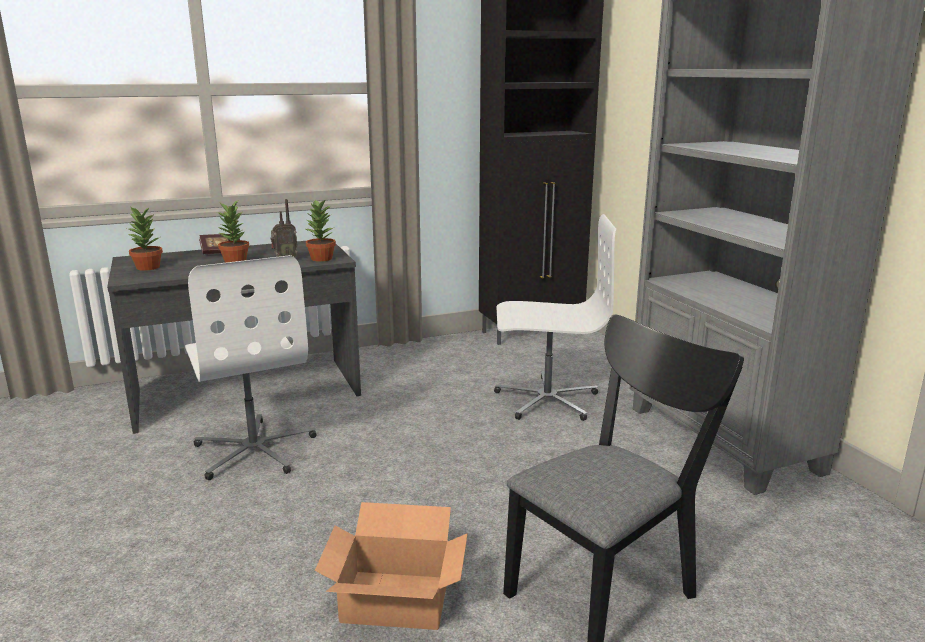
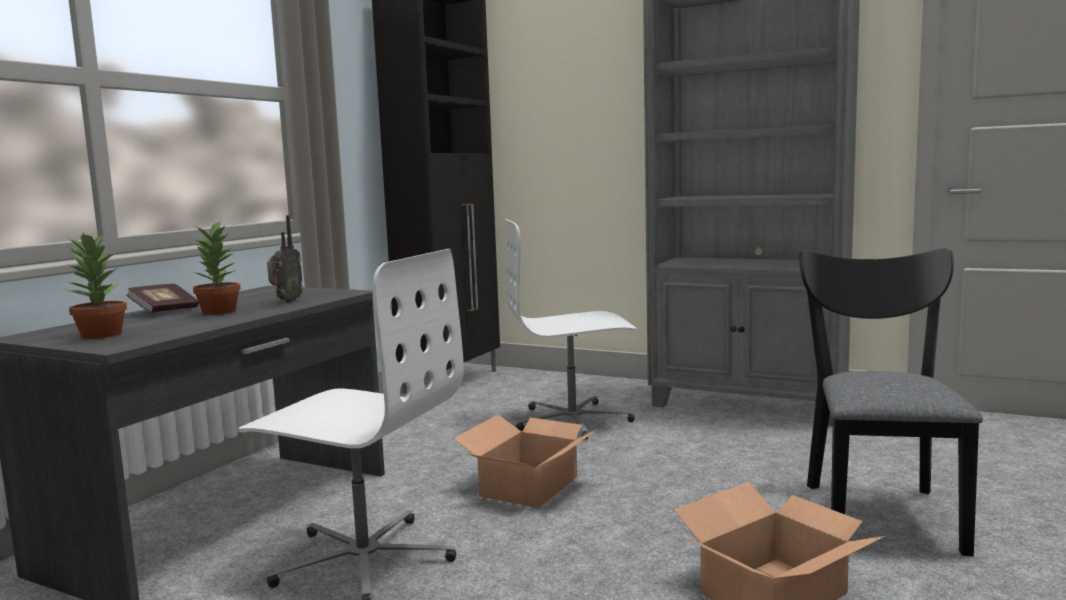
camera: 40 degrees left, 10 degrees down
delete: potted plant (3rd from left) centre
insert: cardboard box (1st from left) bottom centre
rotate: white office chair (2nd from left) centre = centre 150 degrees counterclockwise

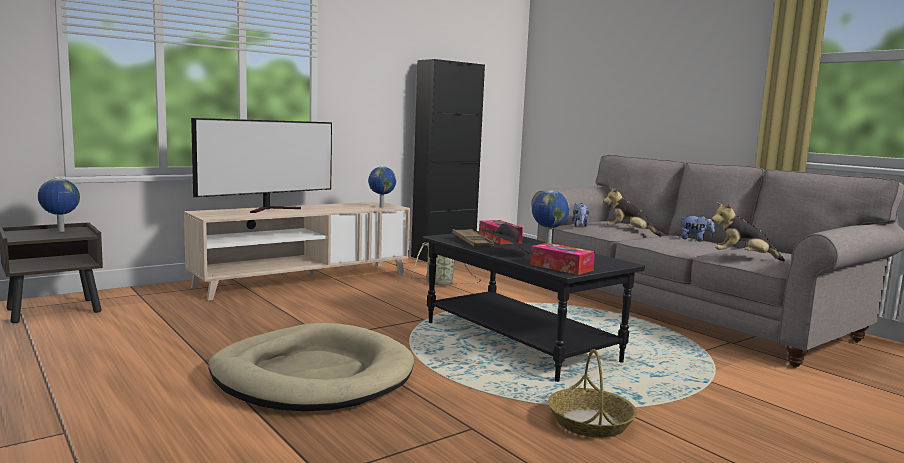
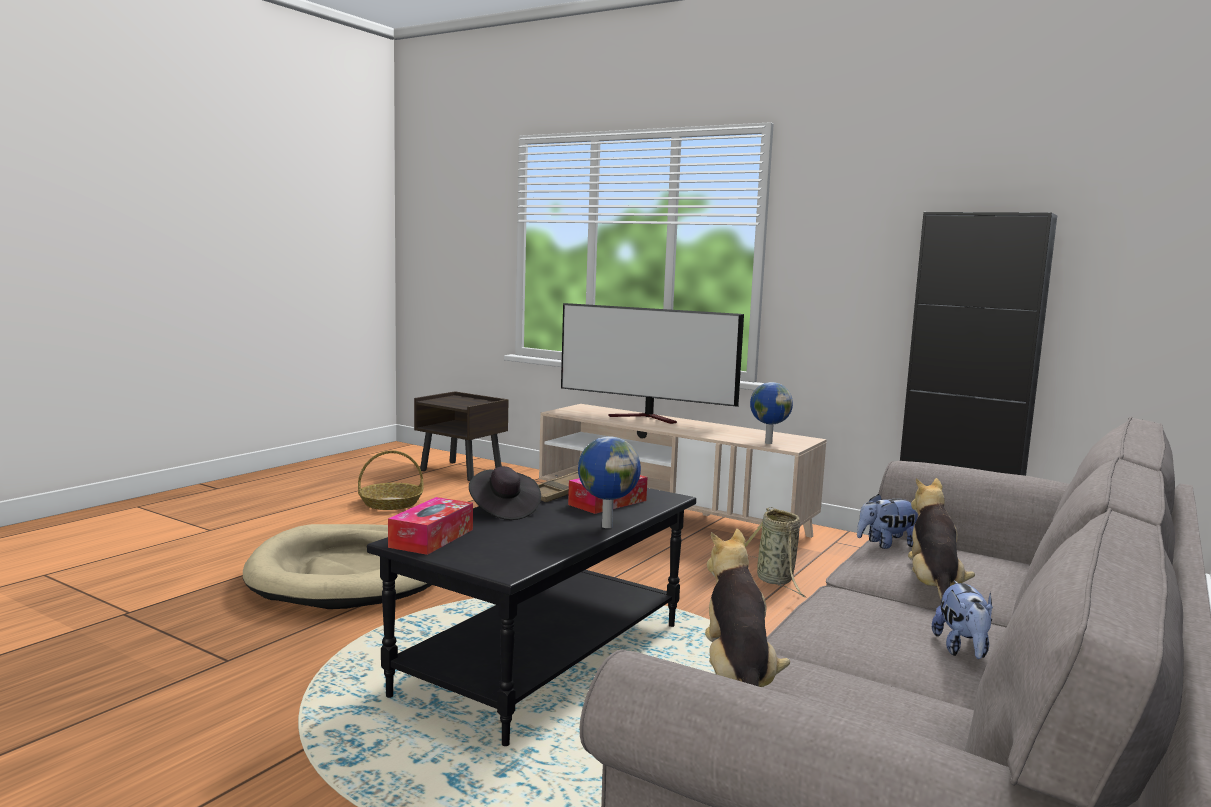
camera: 70 degrees right, 0 degrees up
delete: globe (1st from left) middle left
move: basket (2nd from left in the first image) bottom centre to basket (1st from left) middle left

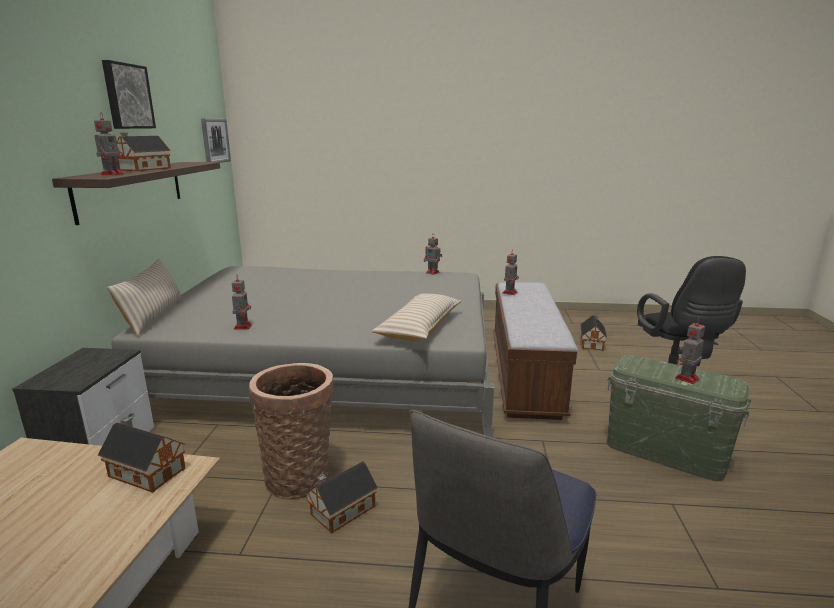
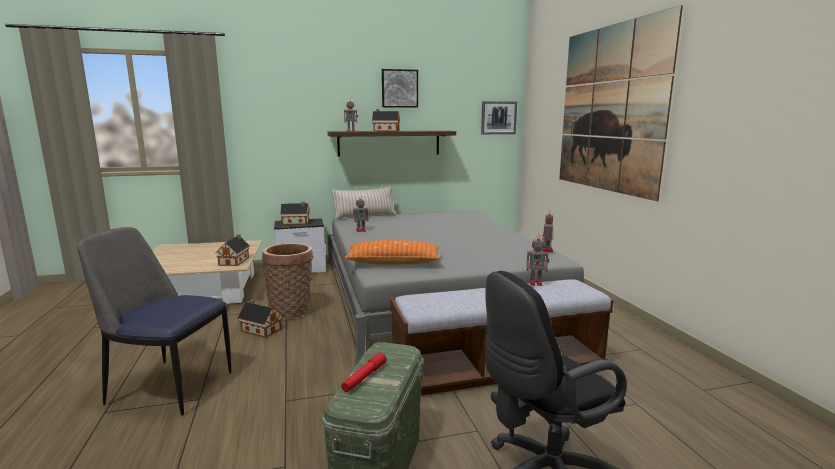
camera: 70 degrees right, 5 degrees down
insert: picture (3rd from left) top right
move: toy house (4th from left in the first image) middle right to toy house (3rd from left) centre
replace: toy robot (5th from left) middle right to red flashlight bottom centre
recolor: beige pillow (2nd from left) centre to orange pillow centre

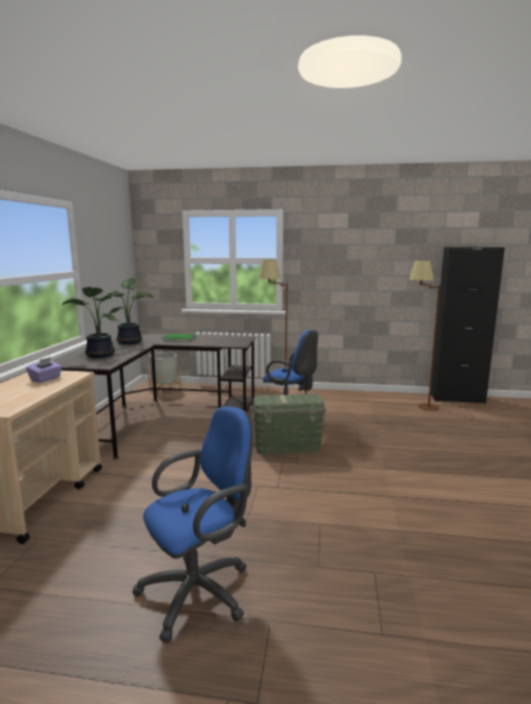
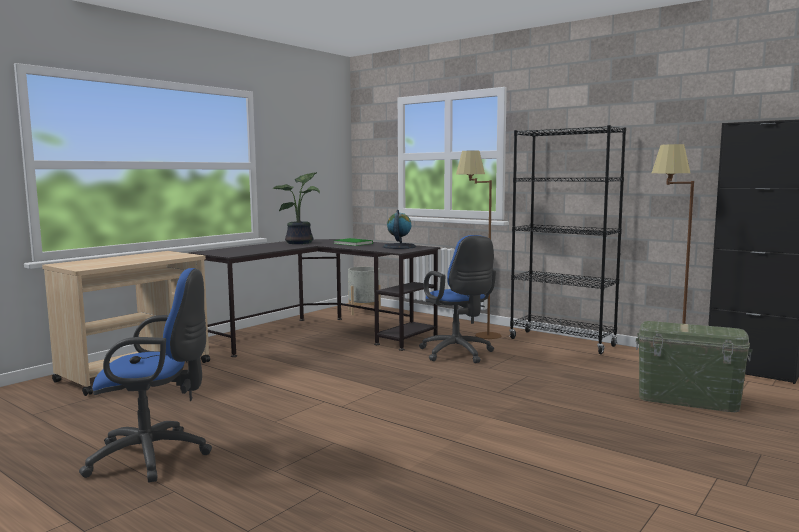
camera: 30 degrees right, 5 degrees down
delete: purple tissue box middle left; potted plant (1st from left) middle left
insert: globe centre; black bookcase middle right
move: green storage box centre to bottom right

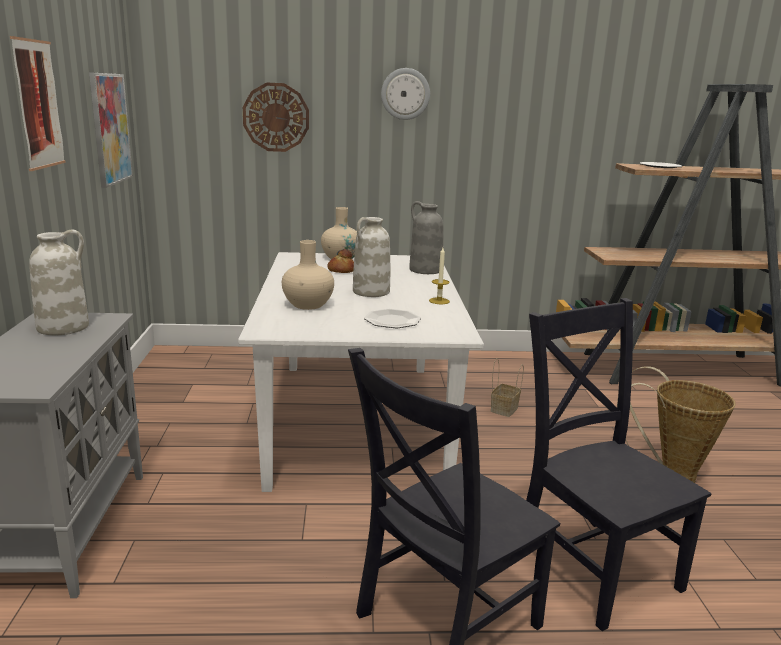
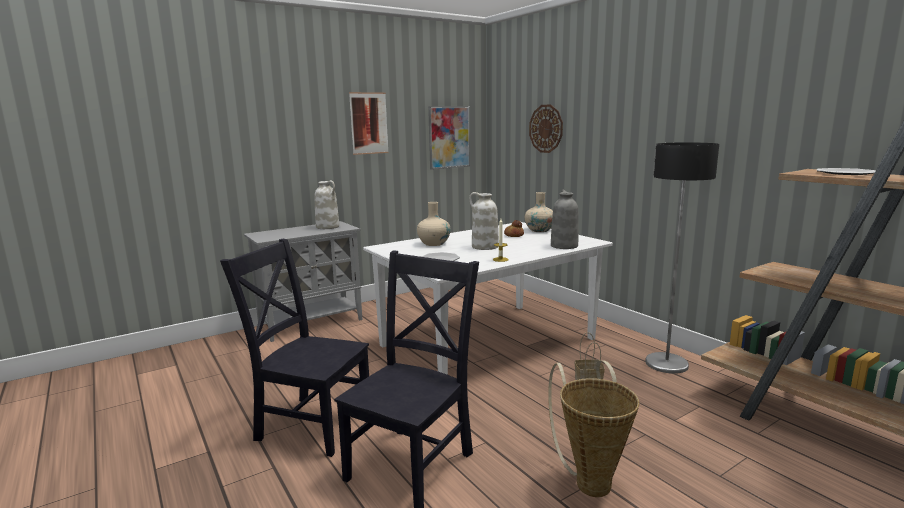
camera: 60 degrees right, 5 degrees down
delete: wall clock (2nd from left) top centre
insert: floor lamp middle right

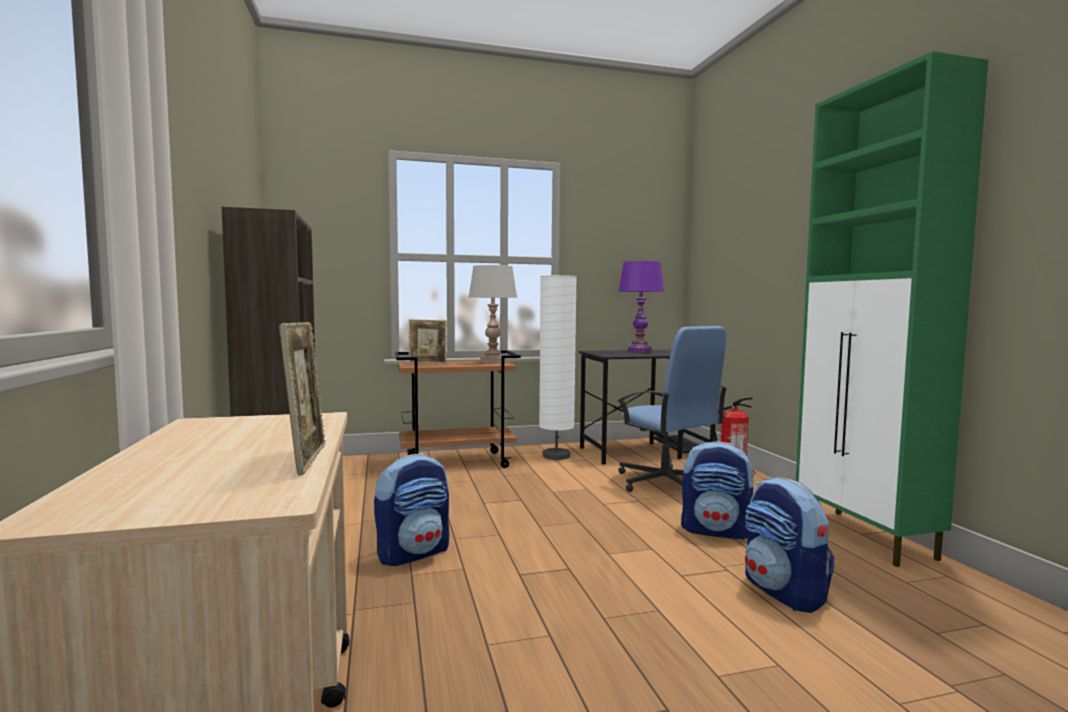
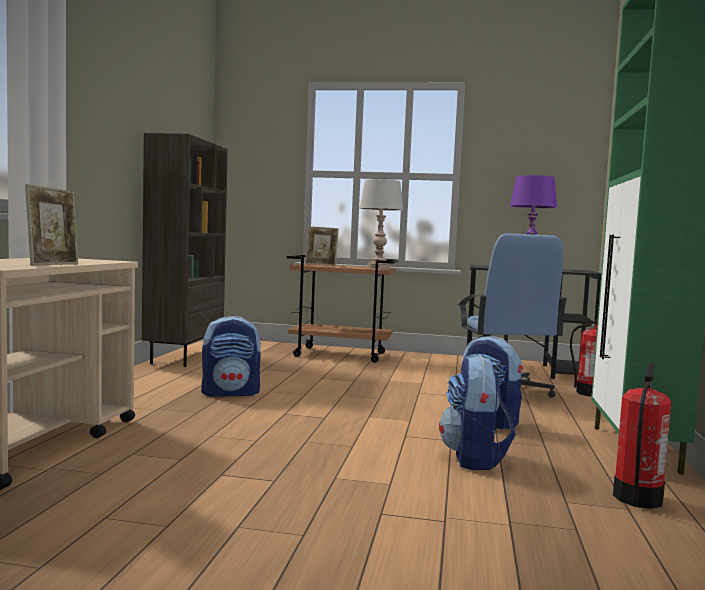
camera: 25 degrees right, 0 degrees up
delete: white floor lamp centre
insert: fire extinguisher (2nd from left) bottom right

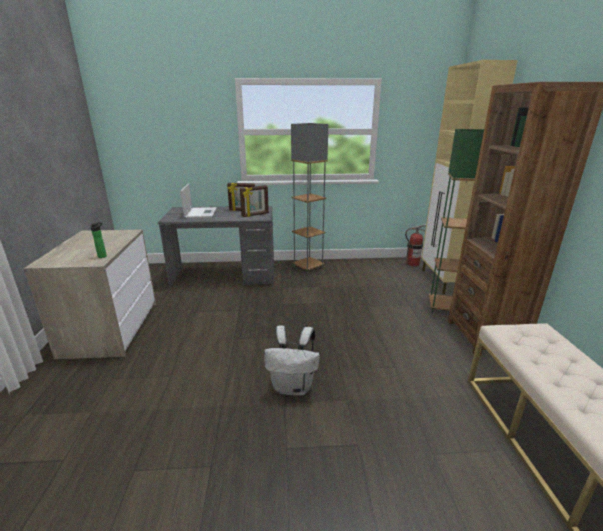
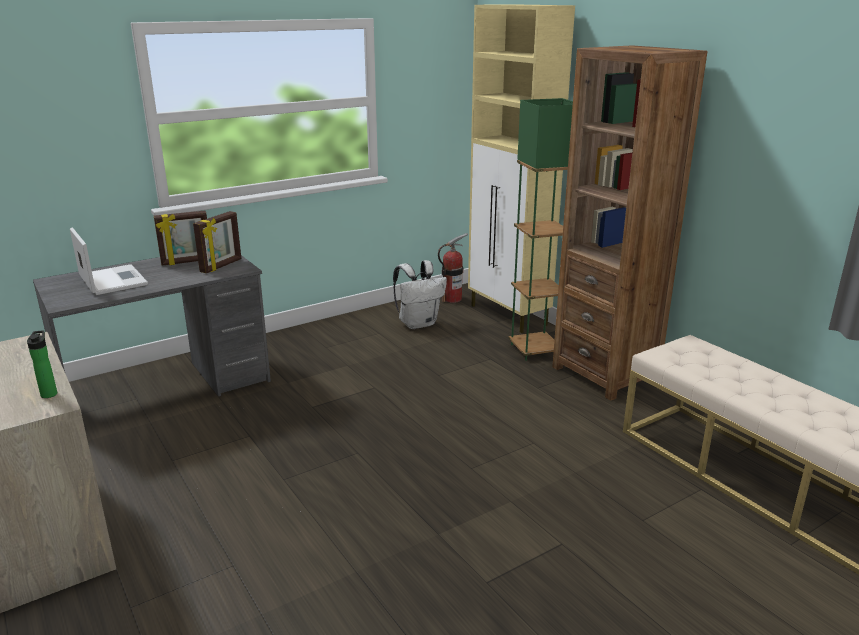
camera: 30 degrees left, 0 degrees up
delete: grey floor lamp centre
move: white backpack bottom centre to centre

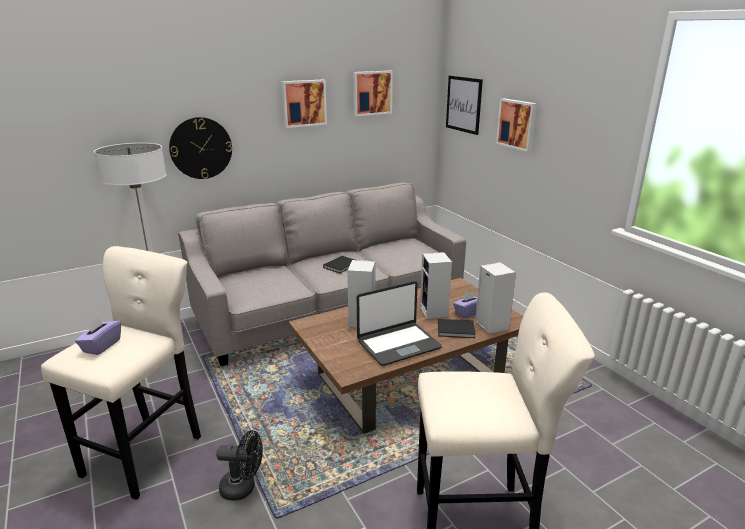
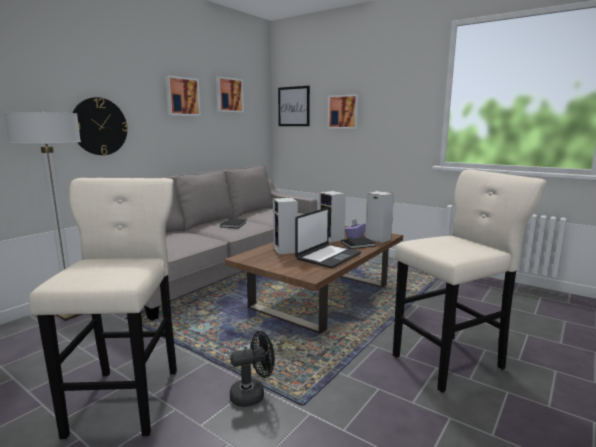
camera: 25 degrees left, 10 degrees down
delete: purple tissue box (1st from left) middle left

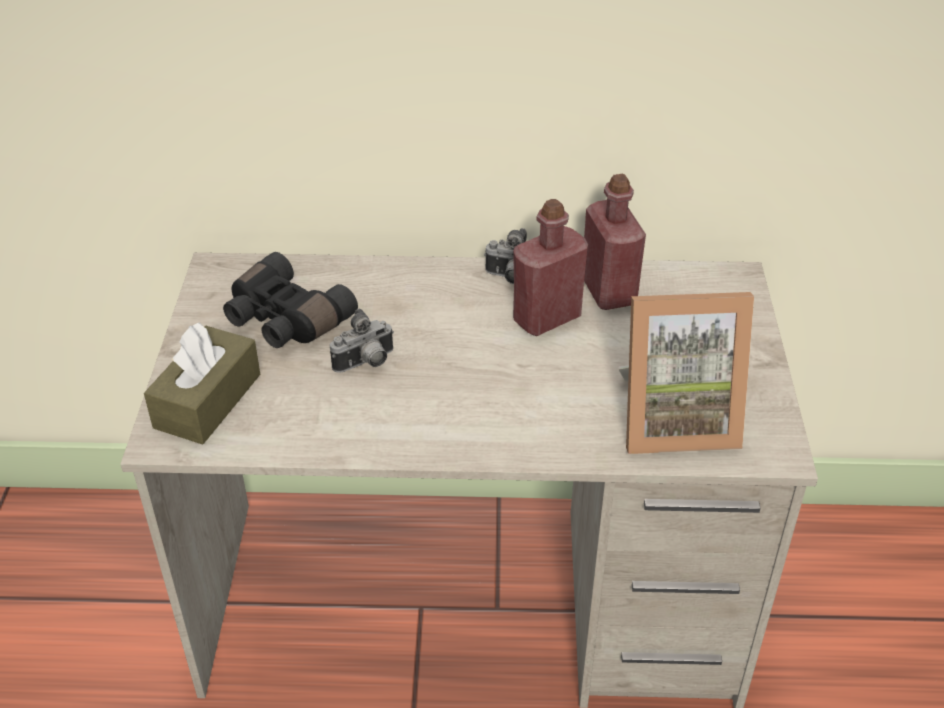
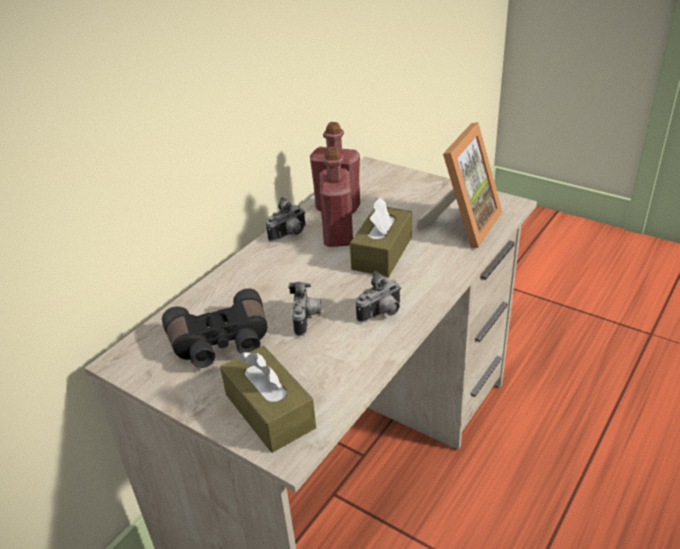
camera: 55 degrees left, 5 degrees down
insert: brown tissue box (2nd from left) centre; photo camera (3rd from left) centre

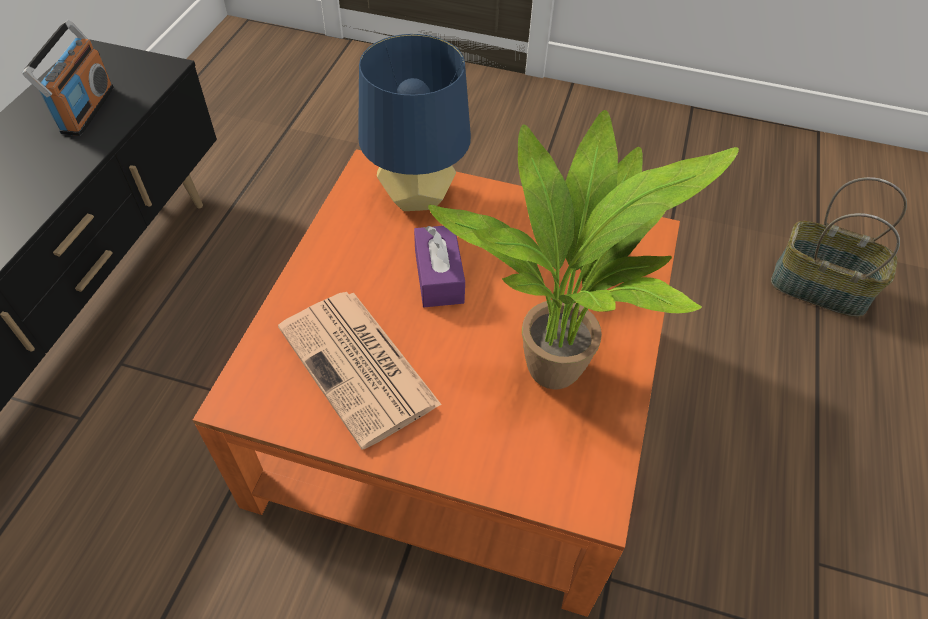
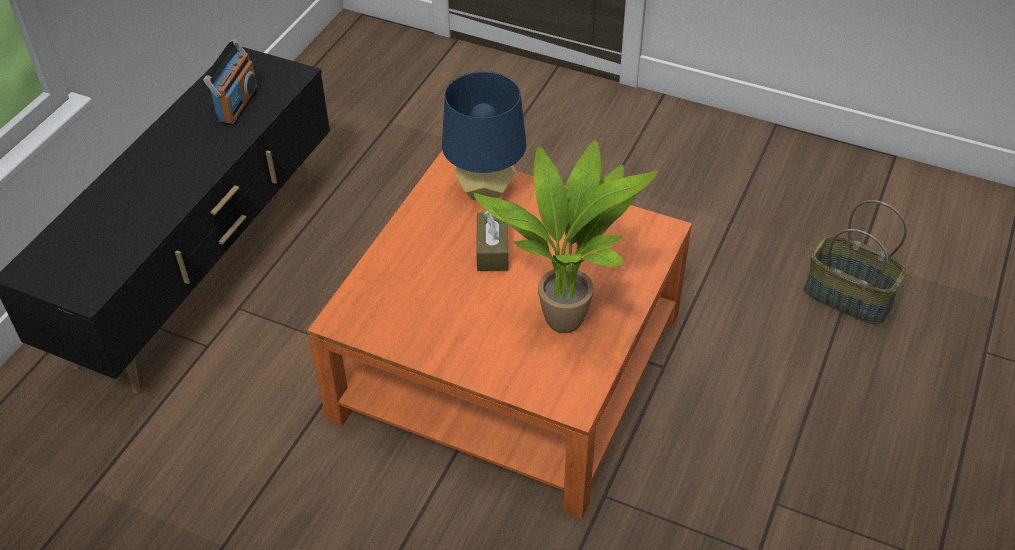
camera: 10 degrees right, 5 degrees down
delete: newspaper centre
recolor: purple tissue box centre to brown tissue box centre

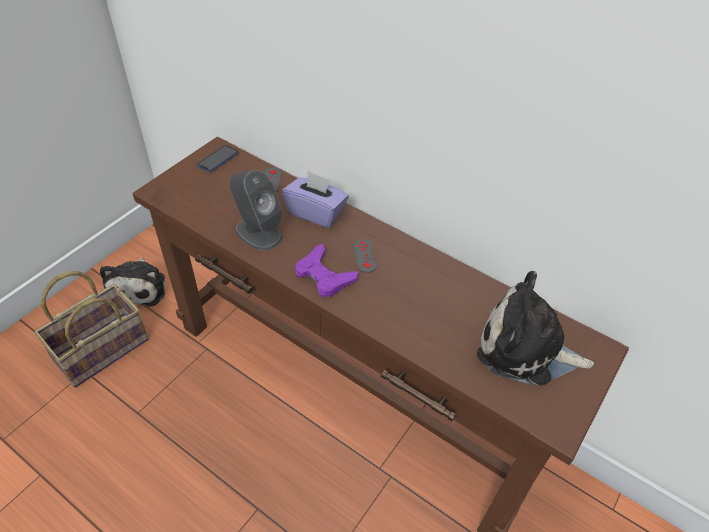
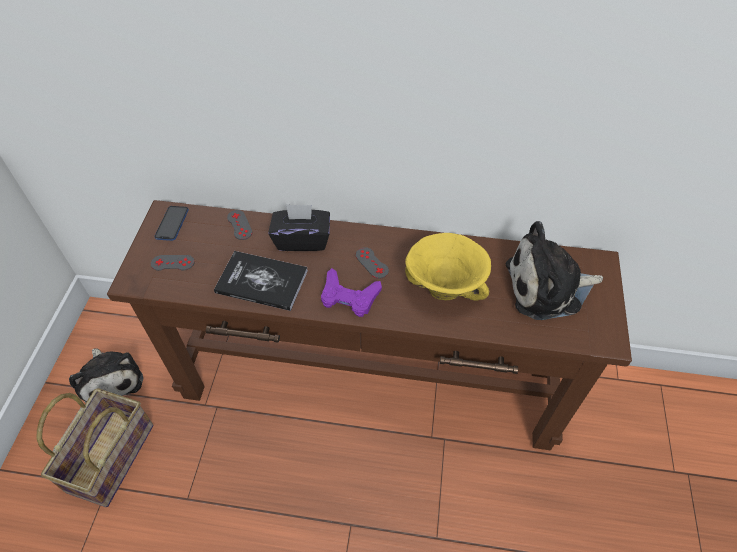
camera: 25 degrees left, 5 degrees up
insert: grey game controller (1st from left) middle left; yellow bowl centre
replace: grey speaker centre to book centre
recolor: purple tissue box centre to black tissue box centre

